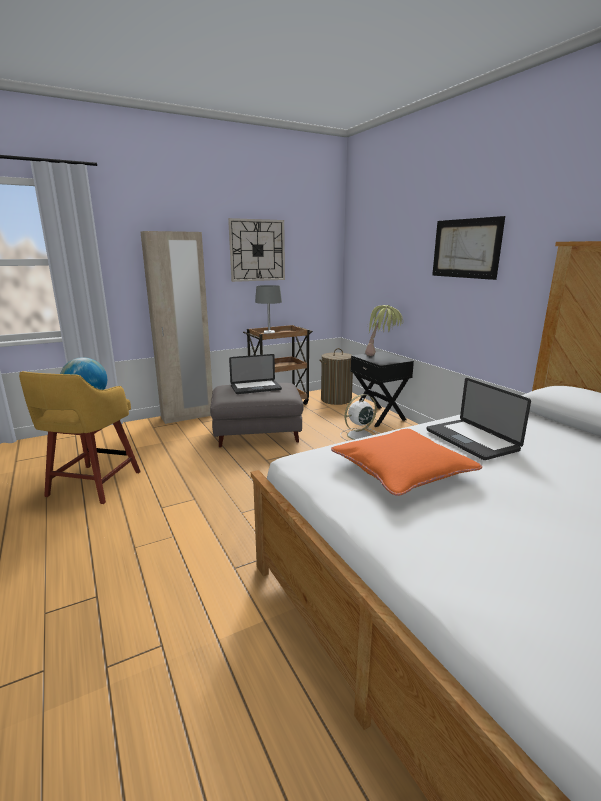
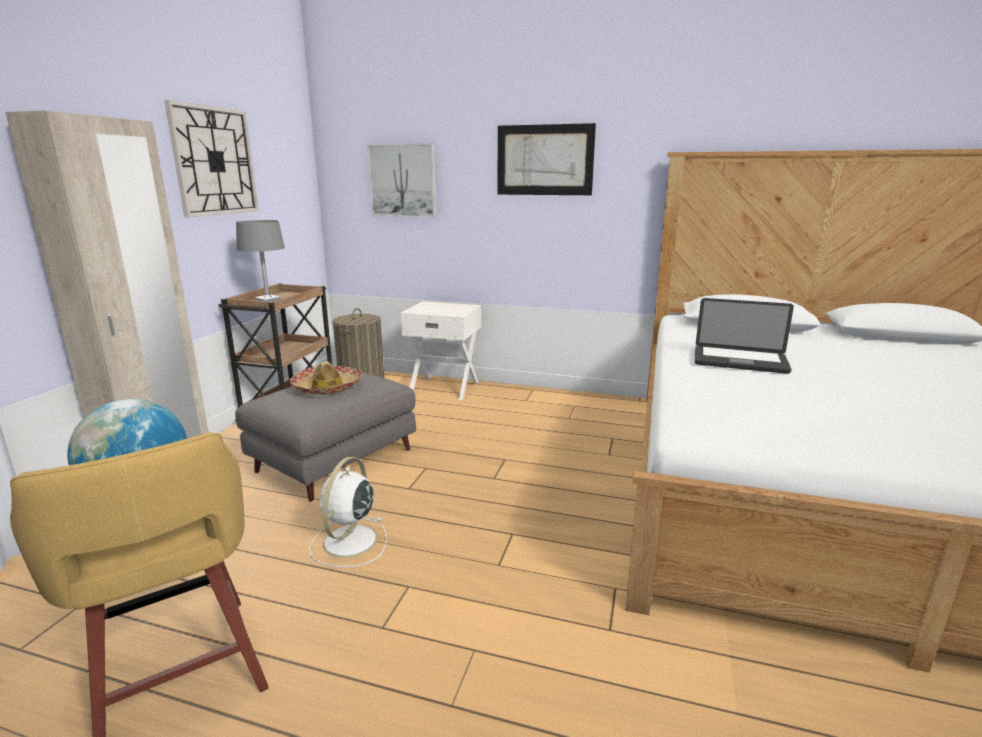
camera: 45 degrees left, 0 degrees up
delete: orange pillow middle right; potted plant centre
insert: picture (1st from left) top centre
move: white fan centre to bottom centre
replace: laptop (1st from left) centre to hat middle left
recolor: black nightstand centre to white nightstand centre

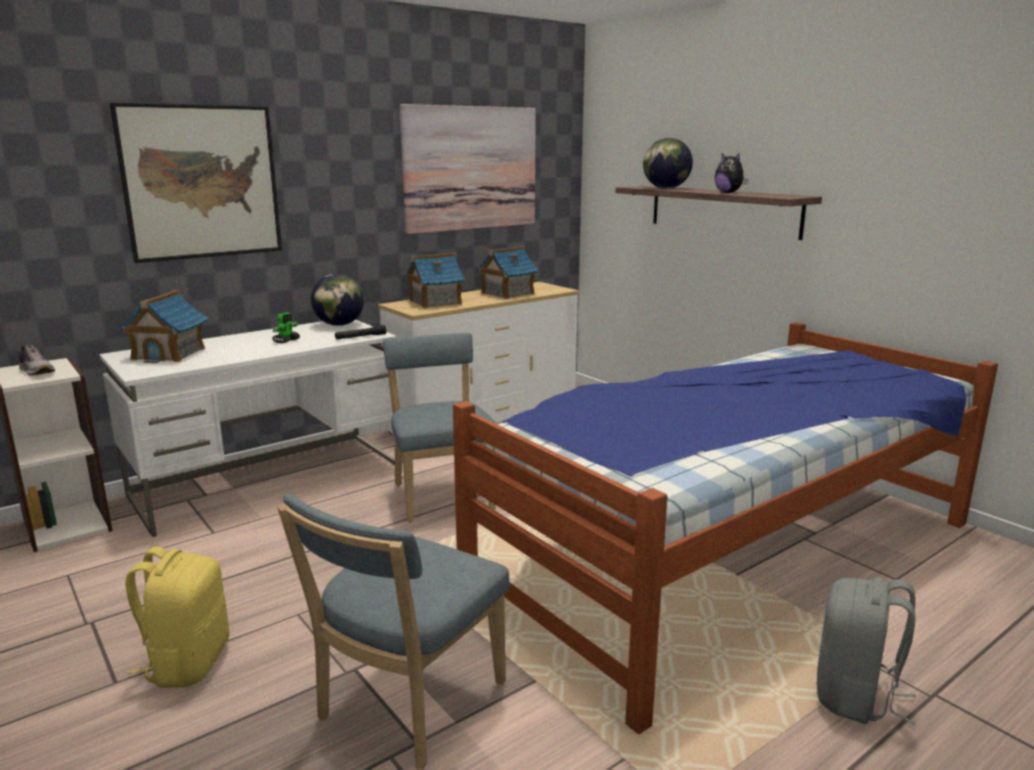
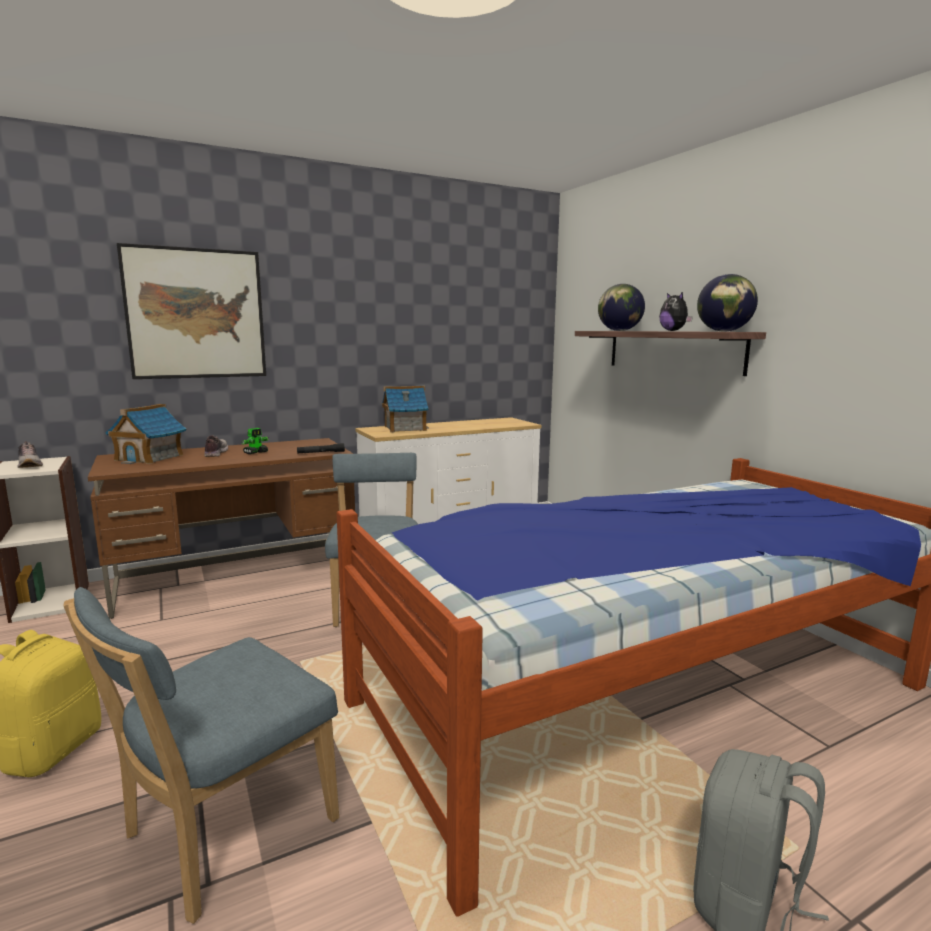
camera: 10 degrees right, 5 degrees down
delete: picture (2nd from left) top centre; toy house (3rd from left) centre
insert: shoe (2nd from left) middle left
move: globe (1st from left in the first image) middle left to globe (2nd from left) top right
recolor: white desk middle left to brown desk middle left

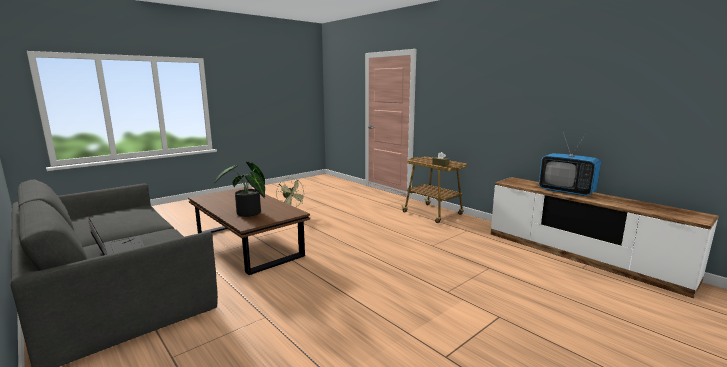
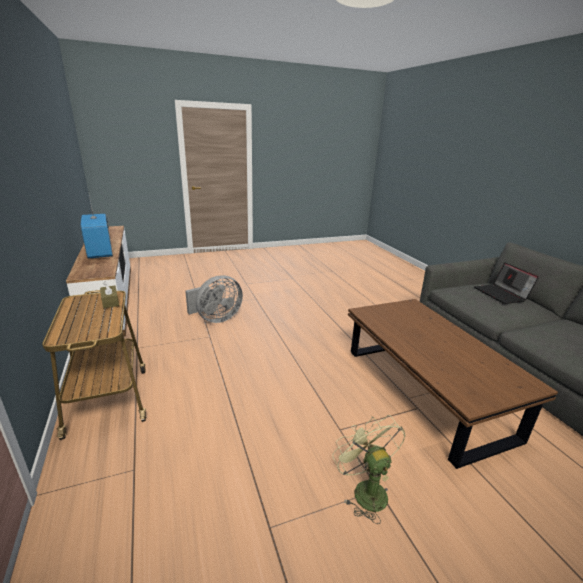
camera: 160 degrees left, 10 degrees up
delete: potted plant middle left
insert: grey fan centre

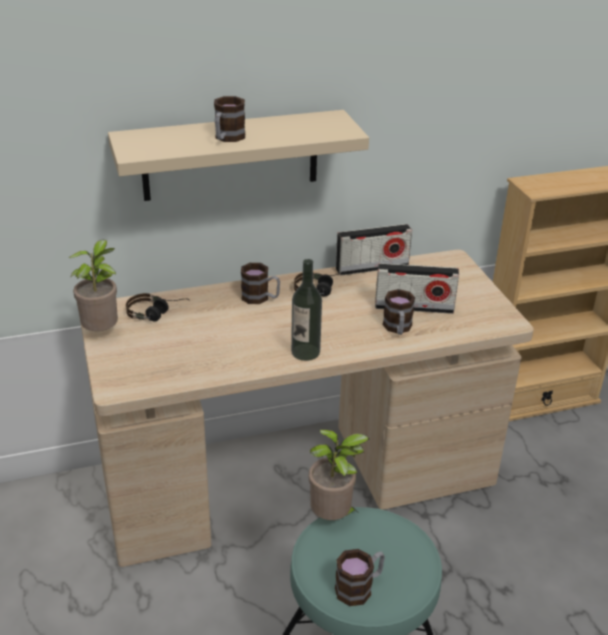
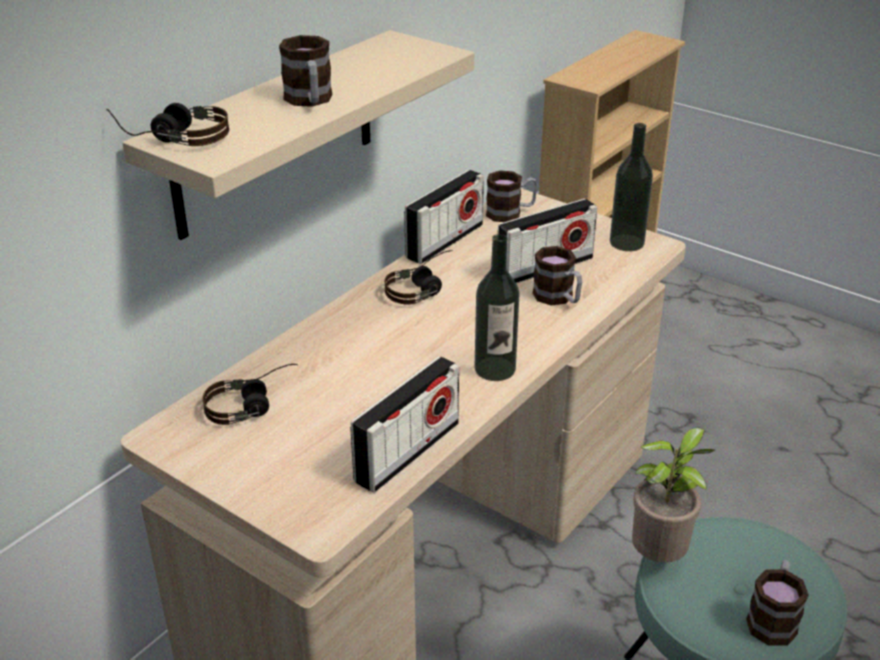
camera: 35 degrees left, 0 degrees up
delete: potted plant (1st from left) middle left
insert: headphones (1st from left) top left; radio (1st from left) centre; bottle (2nd from left) top right
move: mug (2nd from left) centre to top centre

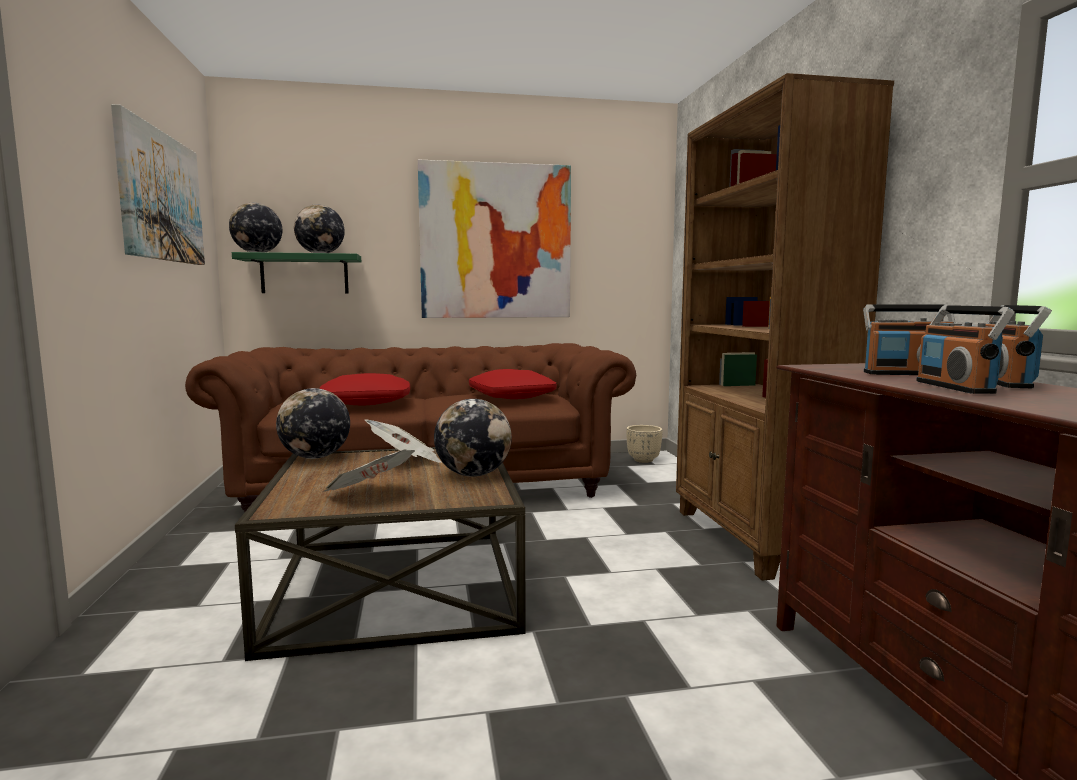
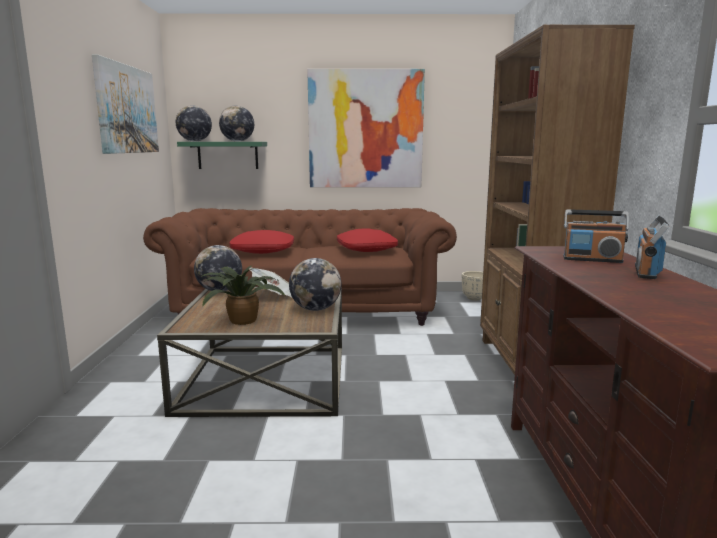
camera: 10 degrees right, 5 degrees up
delete: radio (2nd from left) middle right
replace: newspaper (1st from left) centre to potted plant centre

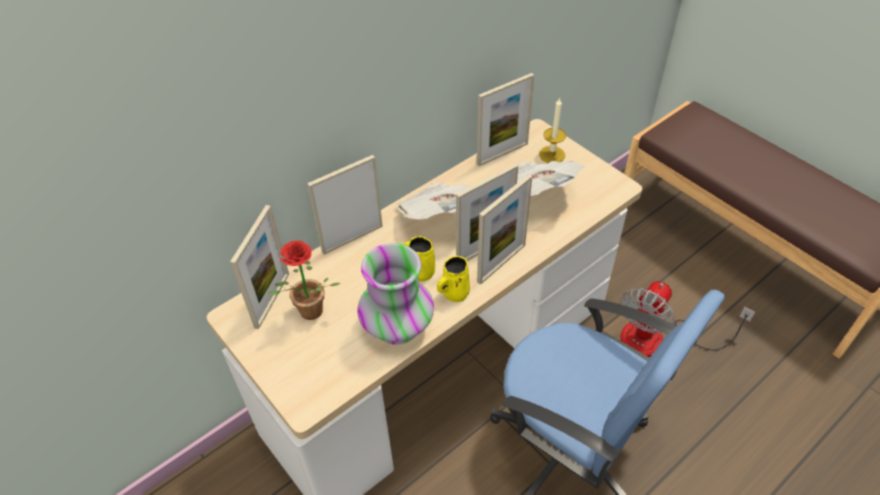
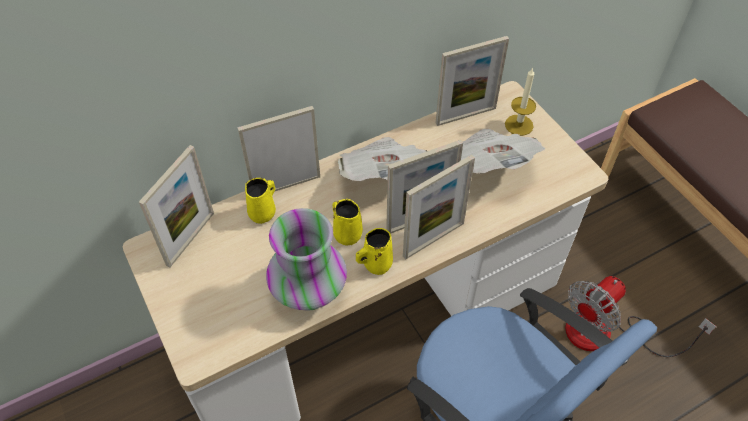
camera: 10 degrees right, 5 degrees up
delete: potted plant centre
insert: yellow mug (1st from left) centre

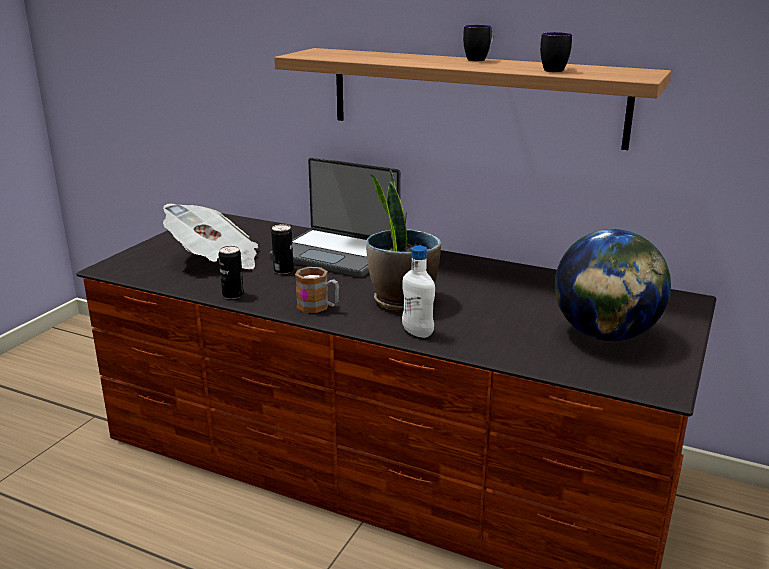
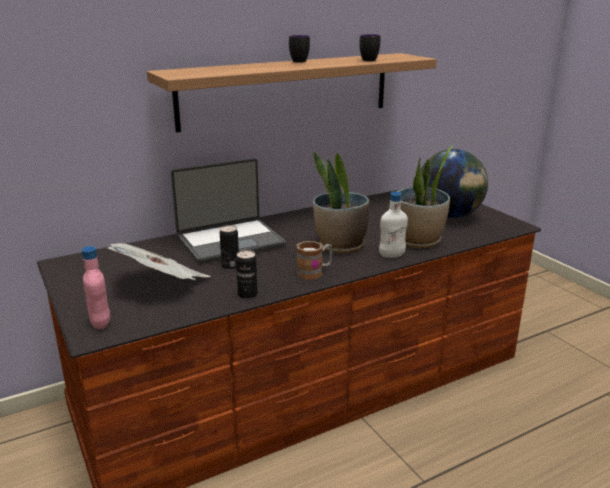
camera: 55 degrees left, 0 degrees up
insert: pink bottle middle left; potted plant (2nd from left) middle right

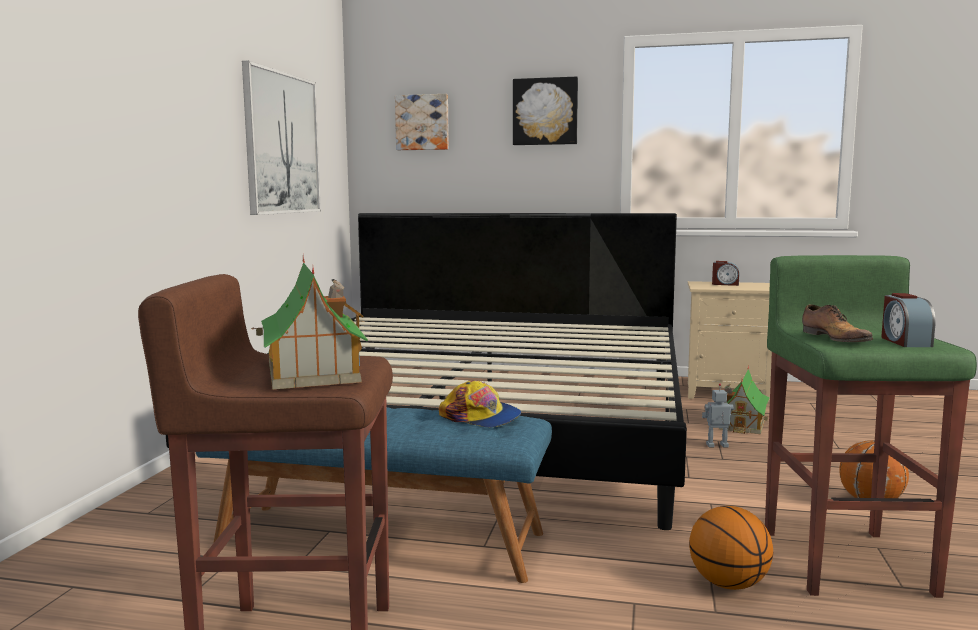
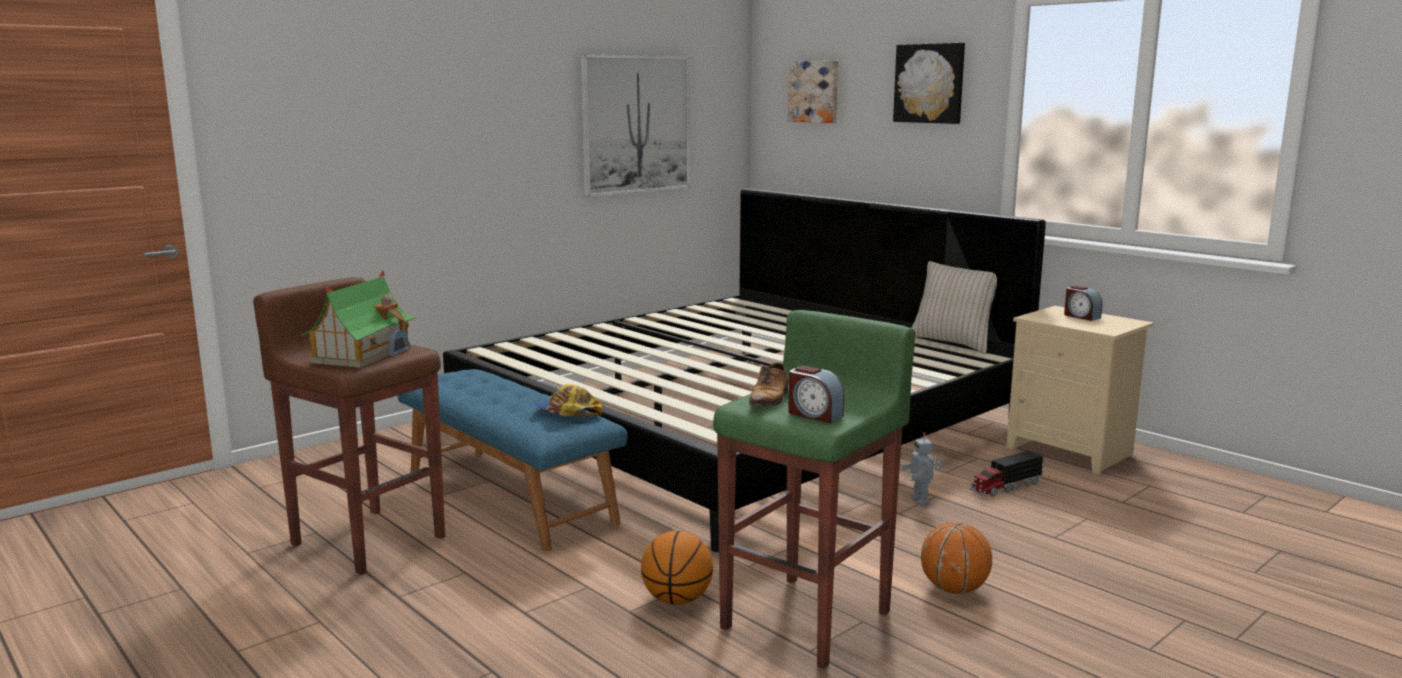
camera: 35 degrees right, 5 degrees up
insert: beige pillow middle right
replace: toy house (2nd from left) middle right to toy truck bottom right
rotate: cap centre = centre 150 degrees clockwise; toy robot middle right = bottom centre 135 degrees counterclockwise; alarm clock (2nd from left in the first image) middle right = centre 90 degrees counterclockwise

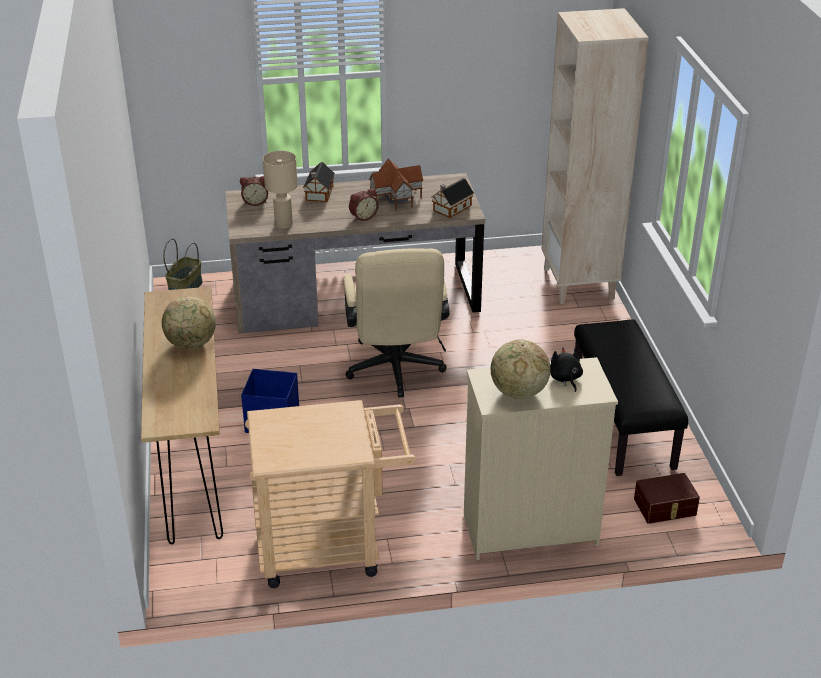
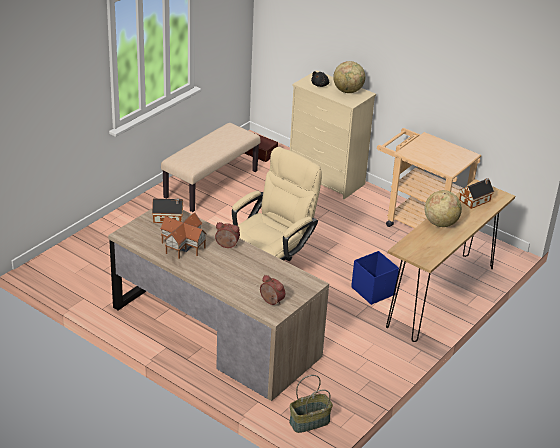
camera: 135 degrees left, 0 degrees up
delete: beige table lamp top centre; beige bookcase top right
move: toy house (1st from left in the first image) top centre to toy house (3rd from left) middle right
recolor: black bench middle right to beige bench centre

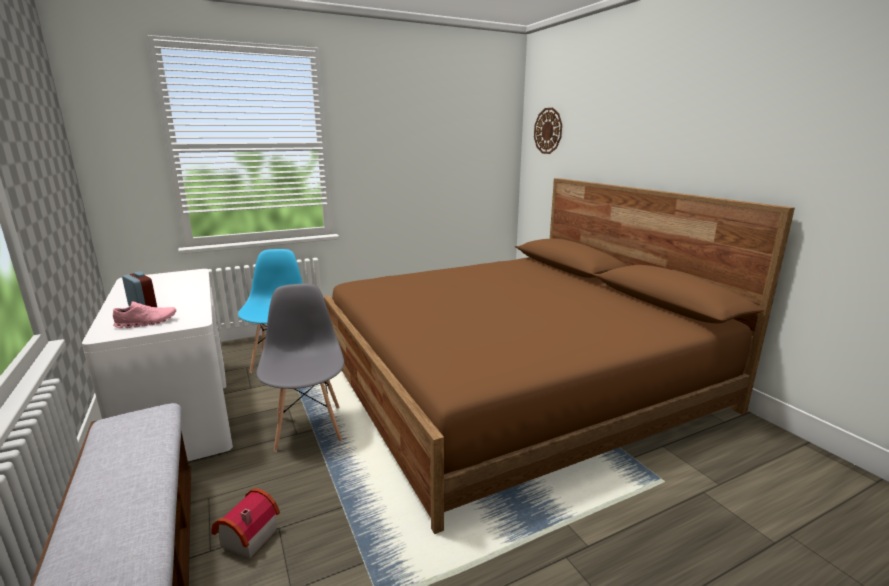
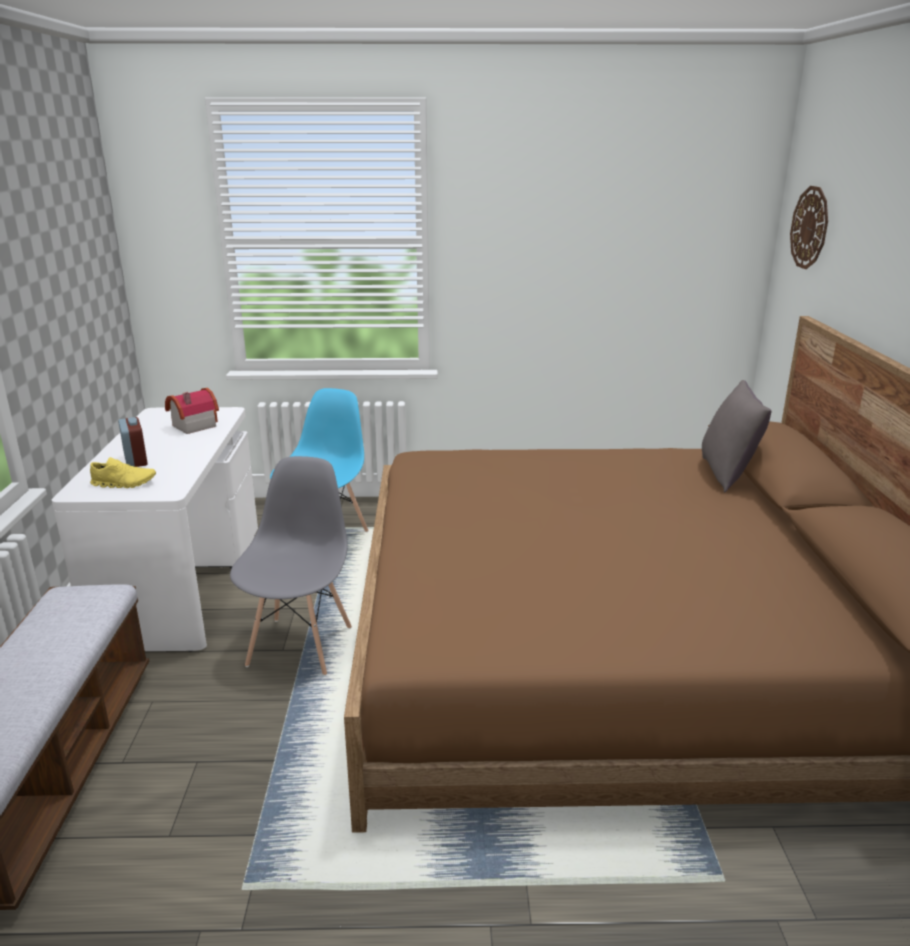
camera: 25 degrees right, 5 degrees up
insert: grey pillow middle right
move: toy house bottom left to middle left
recolor: pink shoe middle left to yellow shoe middle left

